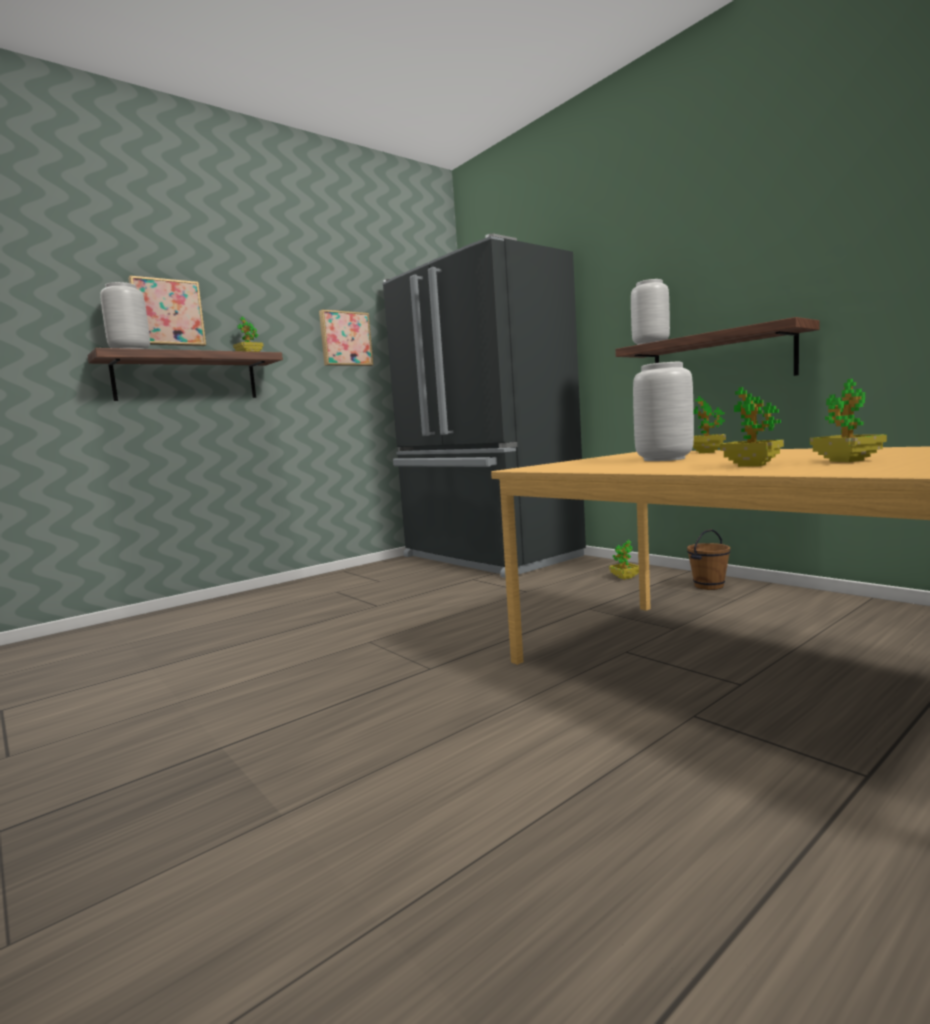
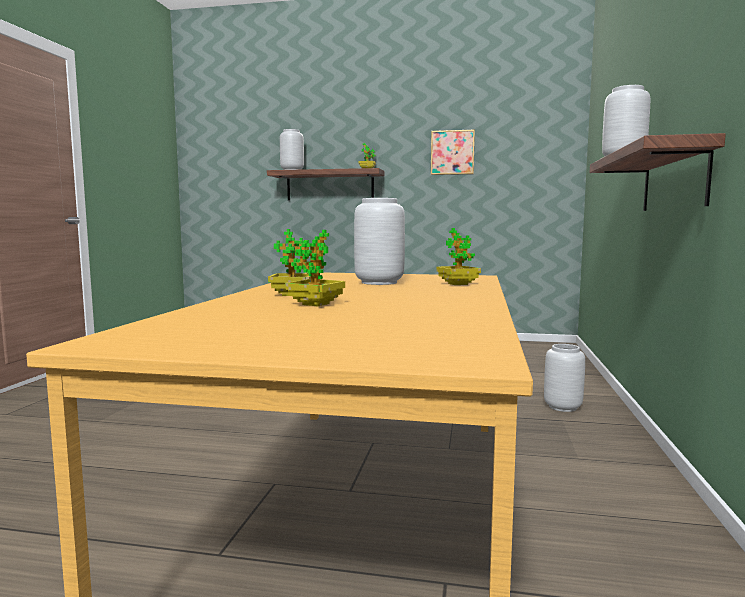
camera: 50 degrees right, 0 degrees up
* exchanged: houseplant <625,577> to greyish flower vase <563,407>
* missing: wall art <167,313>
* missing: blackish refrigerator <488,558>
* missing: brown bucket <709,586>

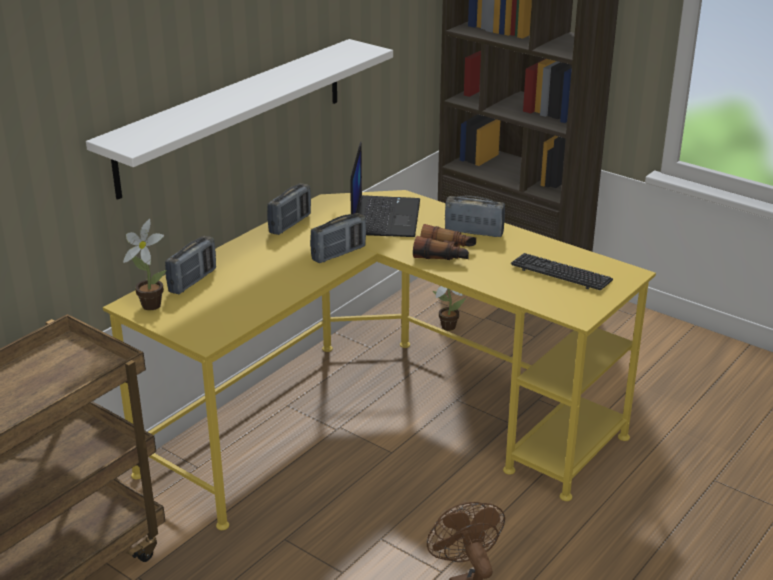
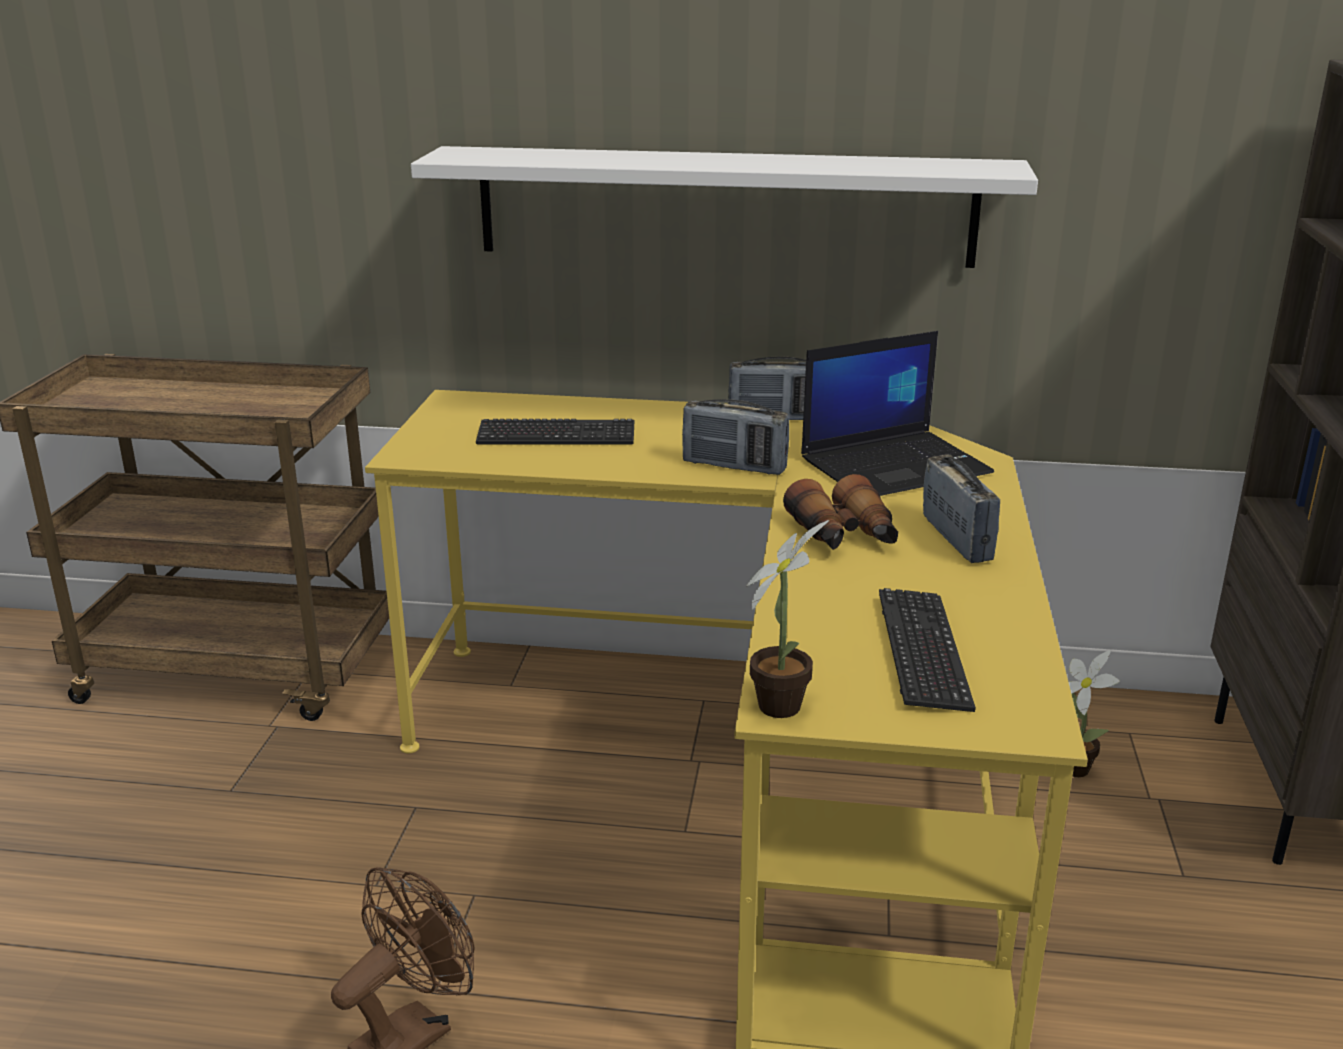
camera: 60 degrees right, 5 degrees down
* appeared: keyboard <556,436>
* relocated: houseplant <150,304> to <782,702>
* missing: radio set <193,281>

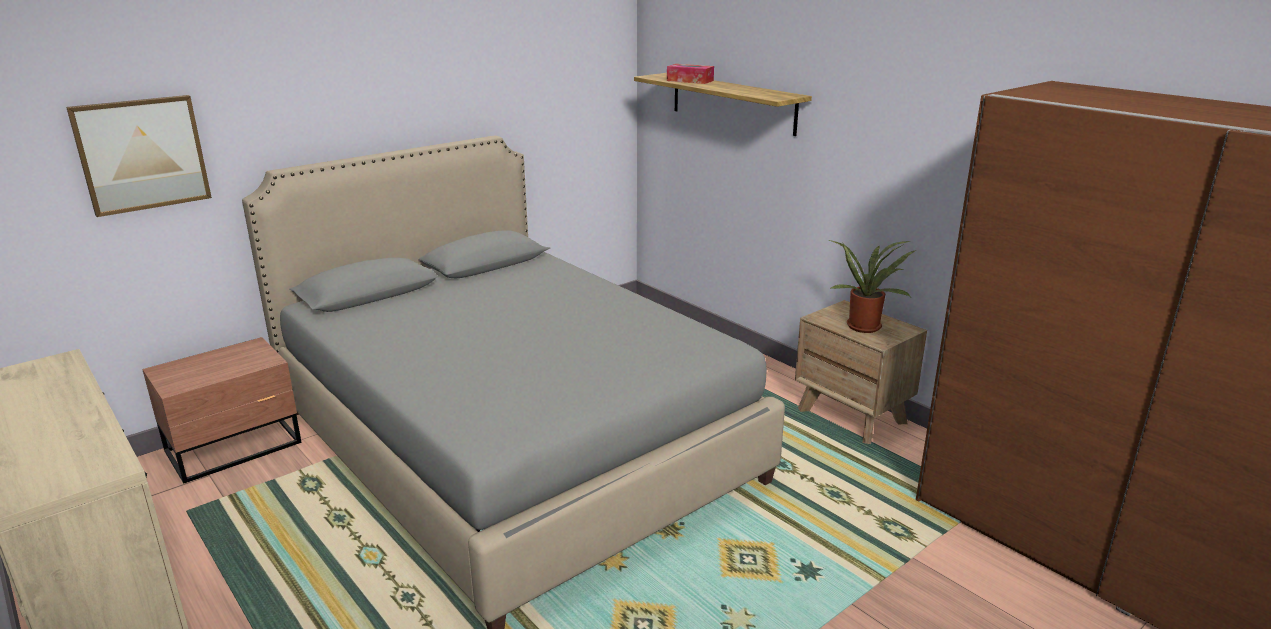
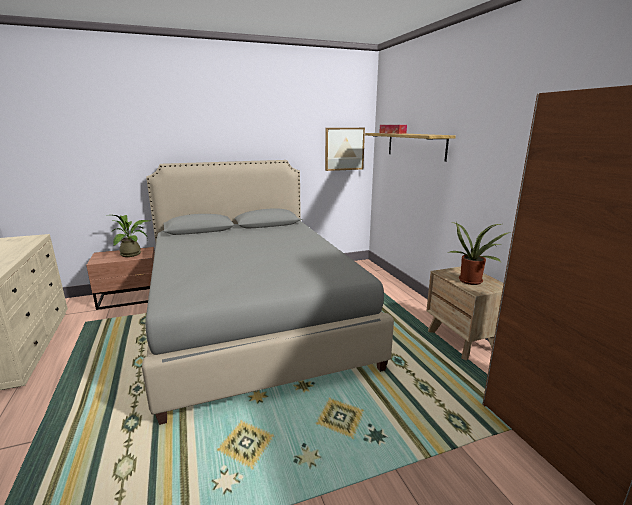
camera: 20 degrees right, 5 degrees down
* appeared: houseplant <133,254>
* relocated: wall art <142,154> to <344,149>

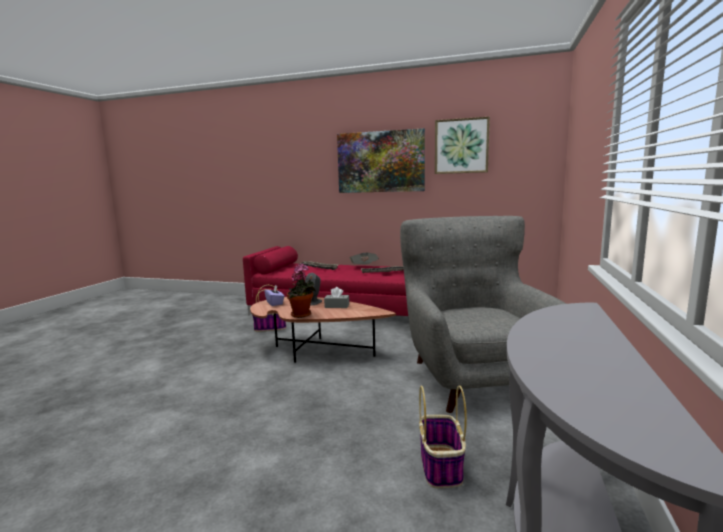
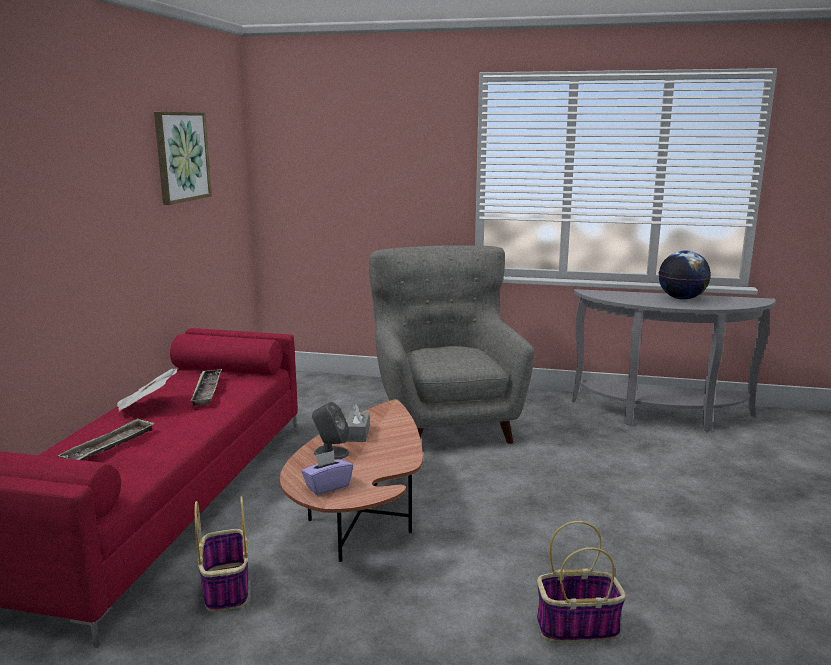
camera: 95 degrees left, 5 degrees up
* spun: greyish armchair <473,377> = <446,421> 90 degrees clockwise
* relocated: basket <441,467> to <578,626>
* appeared: globe <682,298>
* missing: houseplant <302,315>
* missing: wall art <380,162>

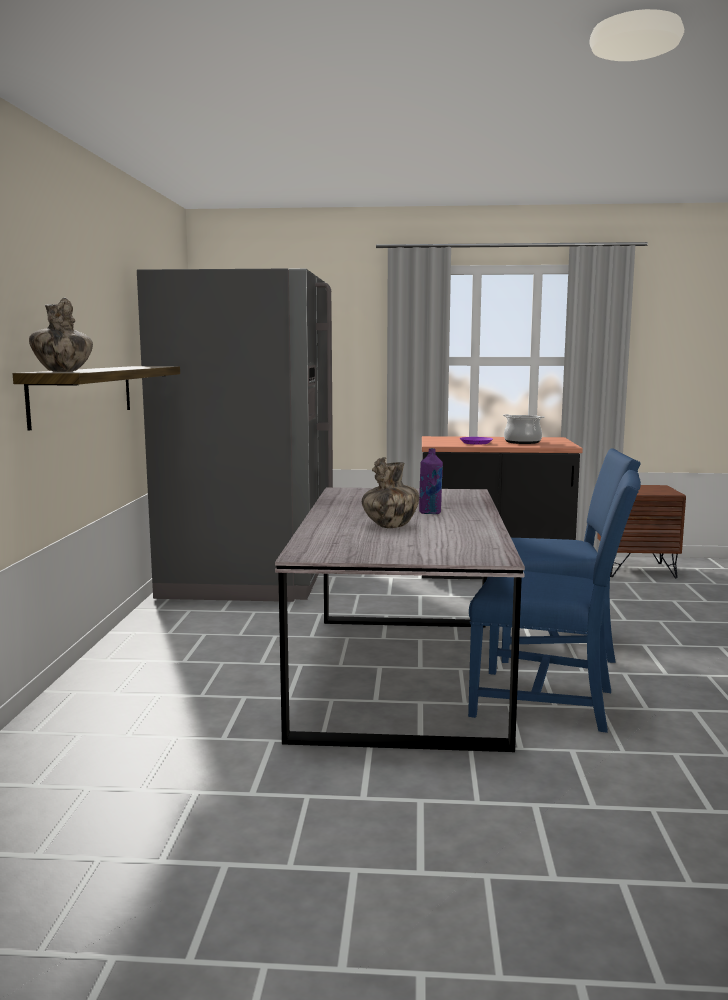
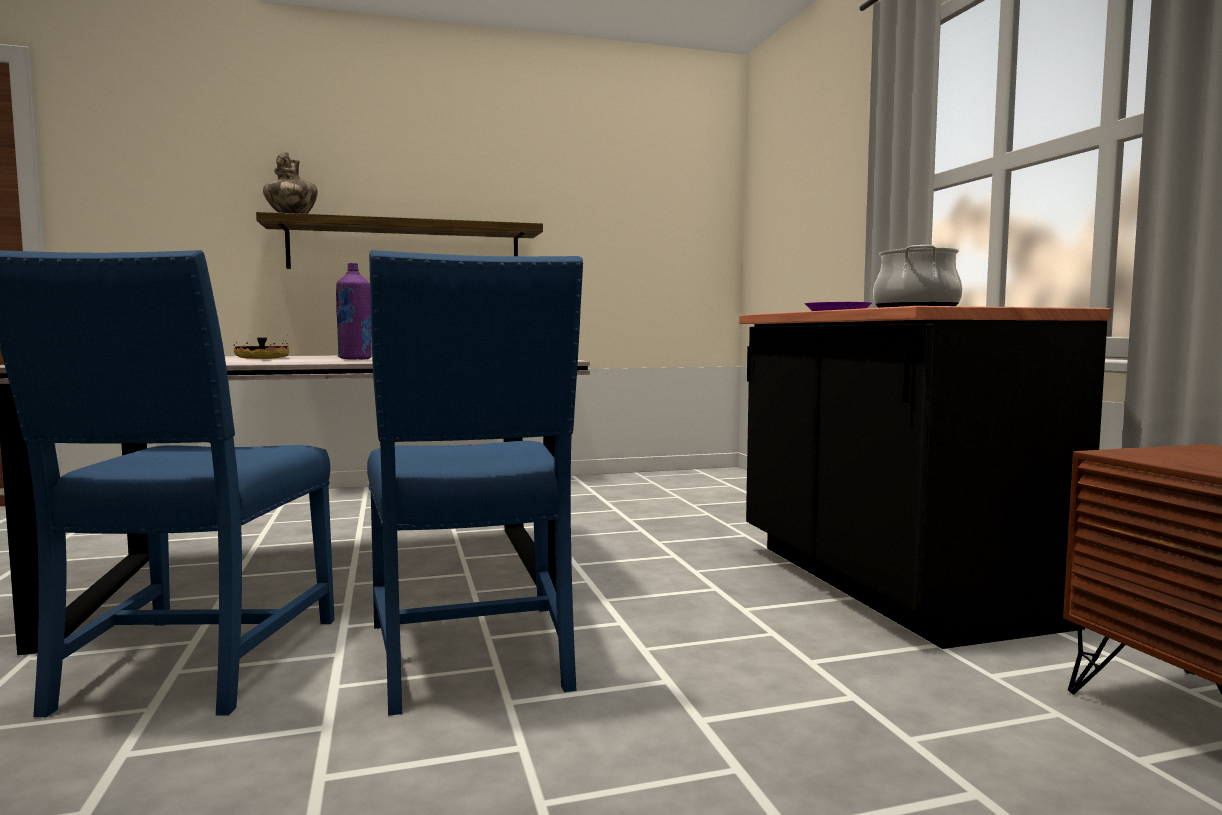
camera: 70 degrees right, 5 degrees down
* exchanged: flower vase <391,526> to frying pan <261,358>
* missing: greyish refrigerator <250,576>

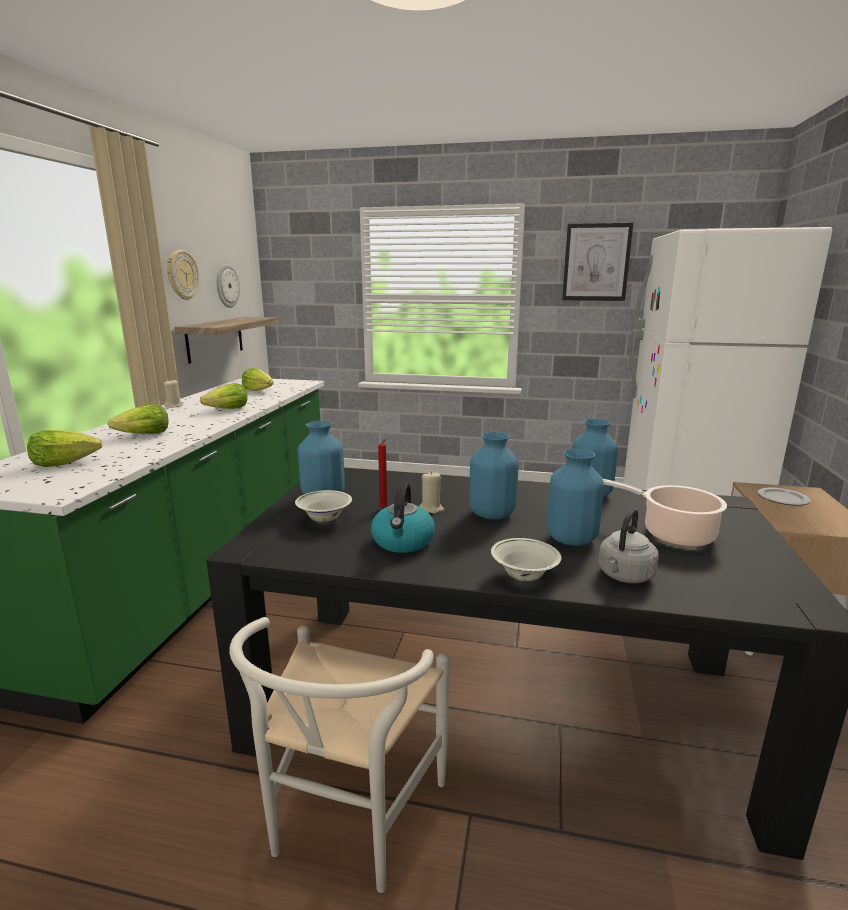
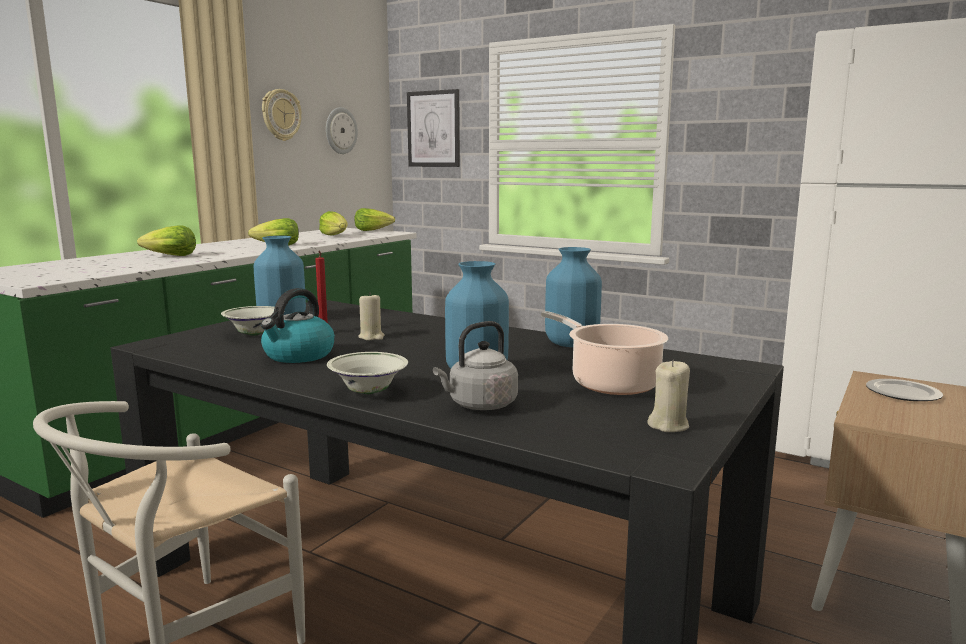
camera: 20 degrees right, 5 degrees down
* relocated: lettuce <65,463> to <373,230>
* relocated: wall art <596,262> to <433,129>
* relocated: sand-coloured wax candle <174,406> to <668,425>
* missing: wall shelf <215,339>
* missing: bluish flower vase <491,514>

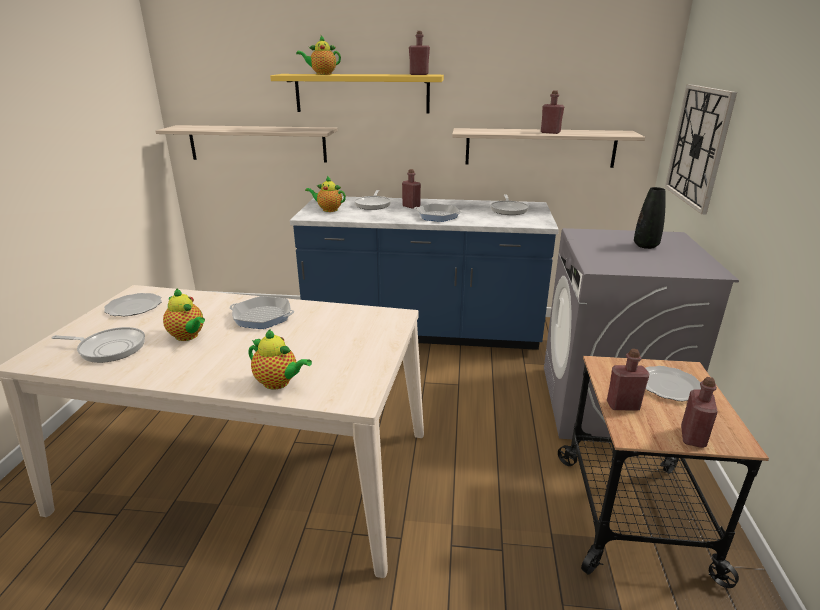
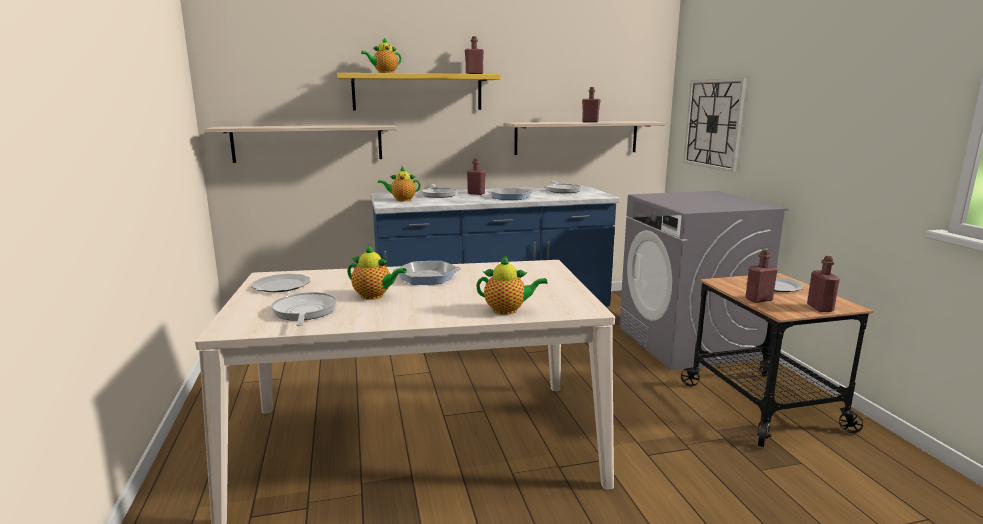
camera: 20 degrees left, 10 degrees down
* spun: frying pan <109,348> = <304,312> 90 degrees counterclockwise
* missing: blackish flower vase <645,246>

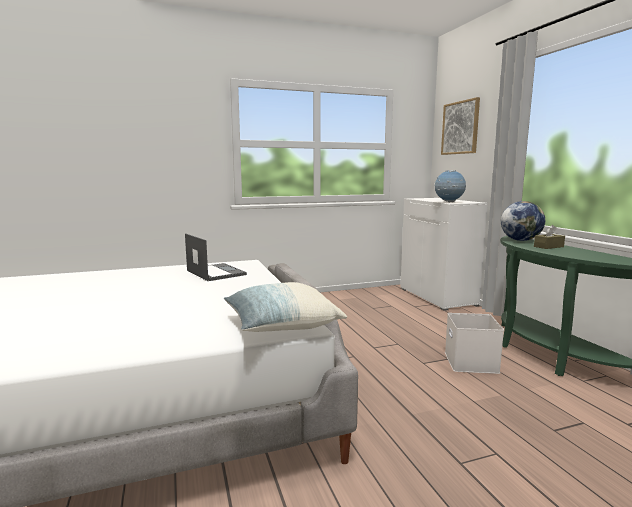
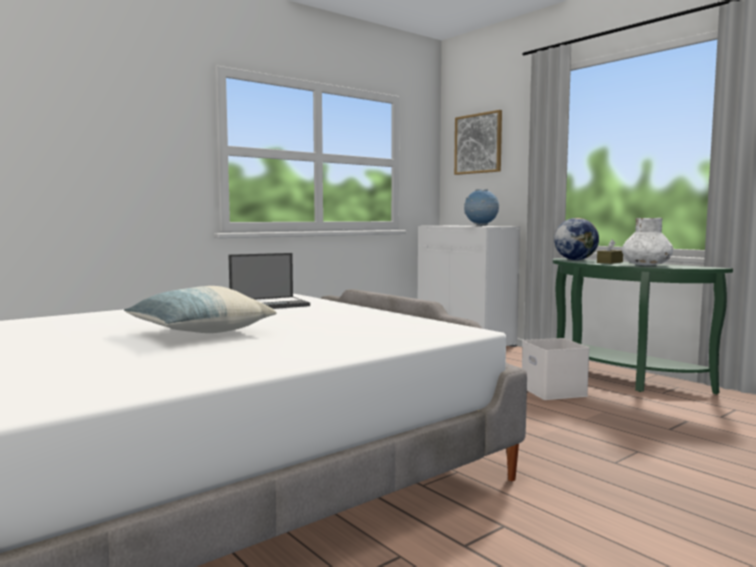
camera: 20 degrees left, 5 degrees down
* relocated: throw pillow <281,325> to <199,333>
* spun: notebook computer <215,272> = <270,304> 120 degrees clockwise
* appeared: whitish flower vase <646,265>

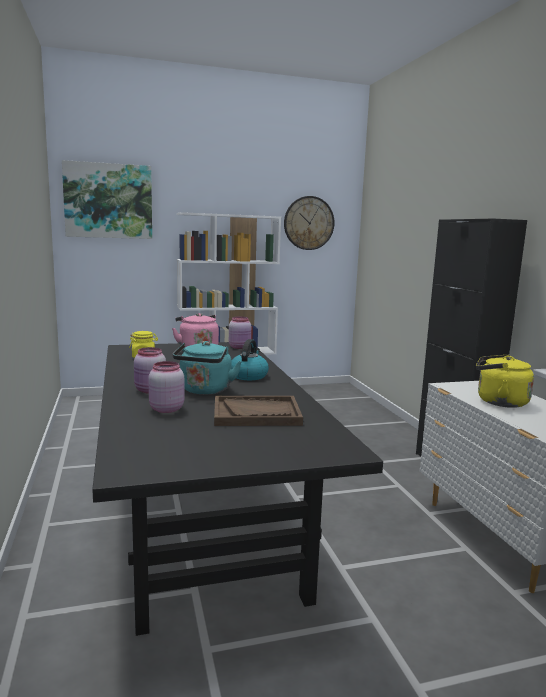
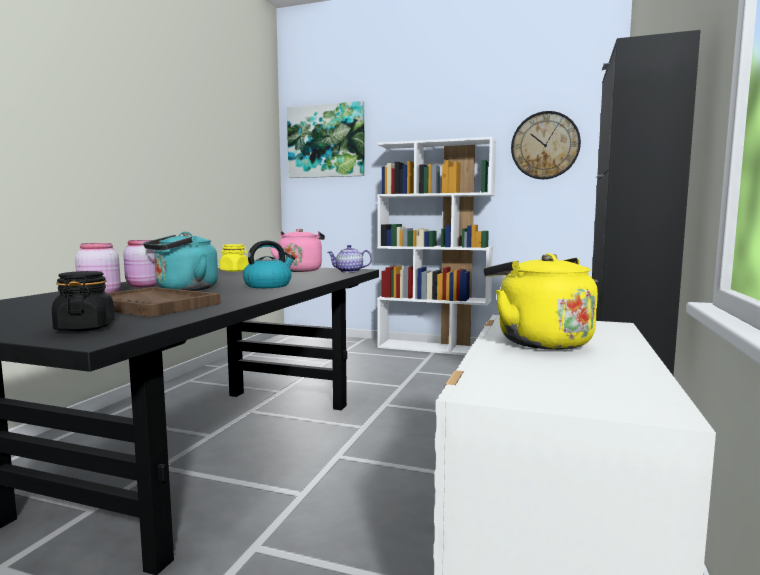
camera: 35 degrees right, 5 degrees down
* appeared: blackish jar <85,328>
* exchanged: pinkish jar <240,347> to pot for tea <349,271>

